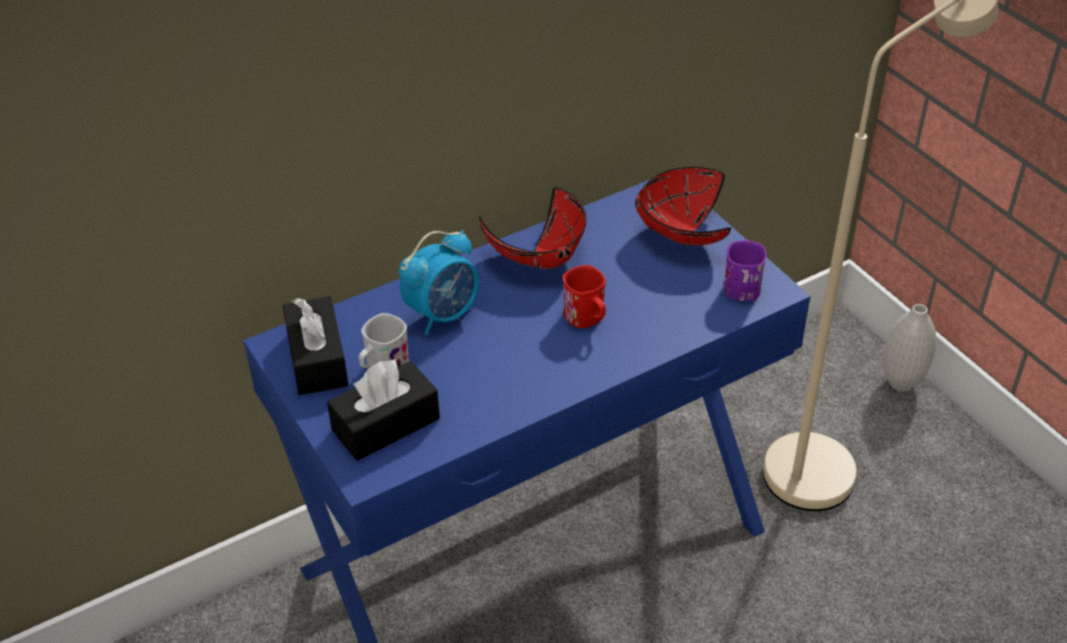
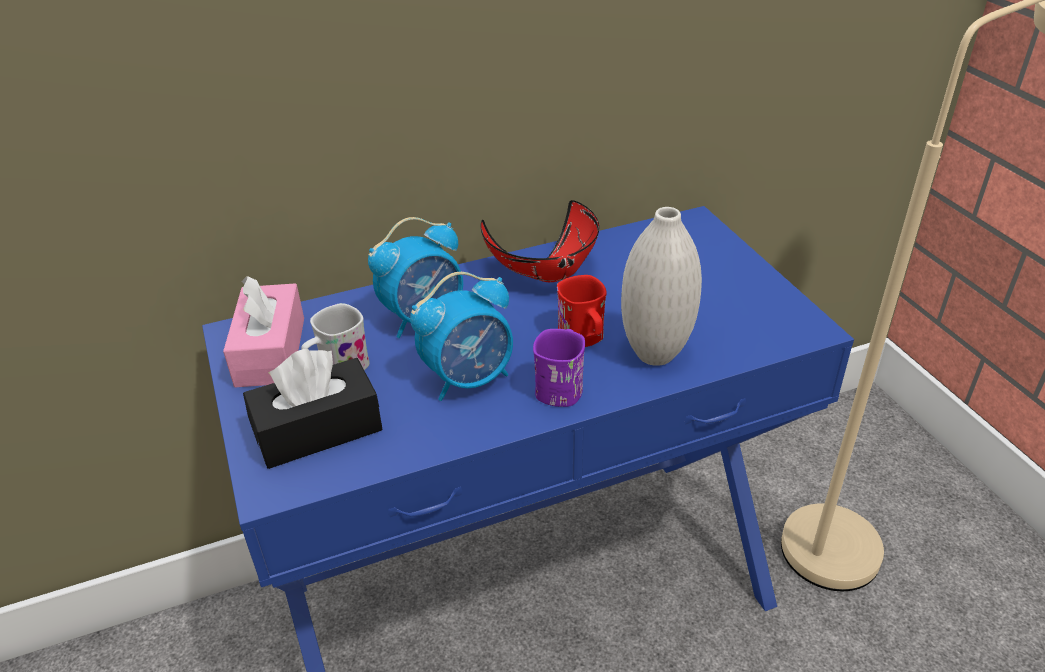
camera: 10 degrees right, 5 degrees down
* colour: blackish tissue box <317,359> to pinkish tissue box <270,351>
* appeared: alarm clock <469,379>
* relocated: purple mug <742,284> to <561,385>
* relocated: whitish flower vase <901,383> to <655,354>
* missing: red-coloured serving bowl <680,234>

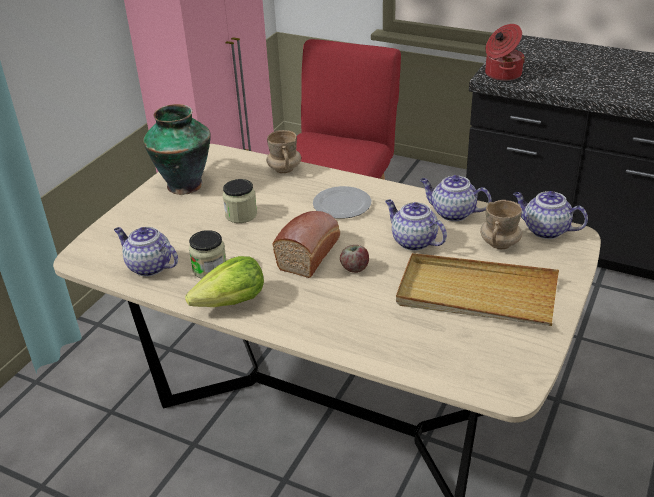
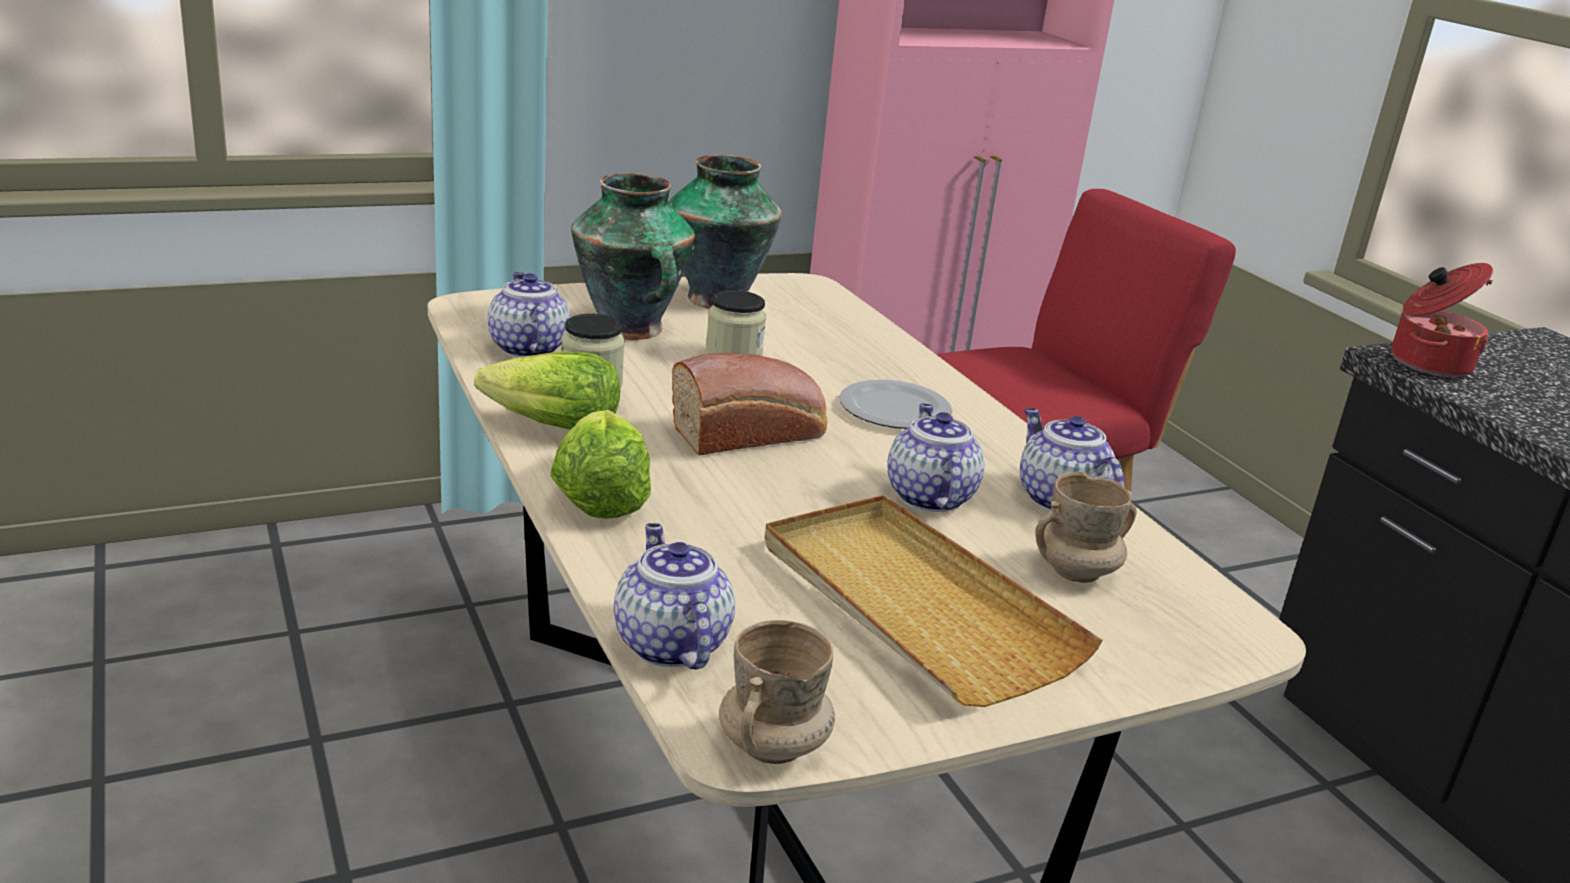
camera: 35 degrees right, 10 degrees down
* appeared: lettuce <600,496>
* appeared: flower vase <630,329>
* relocated: pot for tea <545,230> to <669,643>
* relocated: sand-coloured mug <284,169> to <773,746>
* missing: whole apple <354,268>

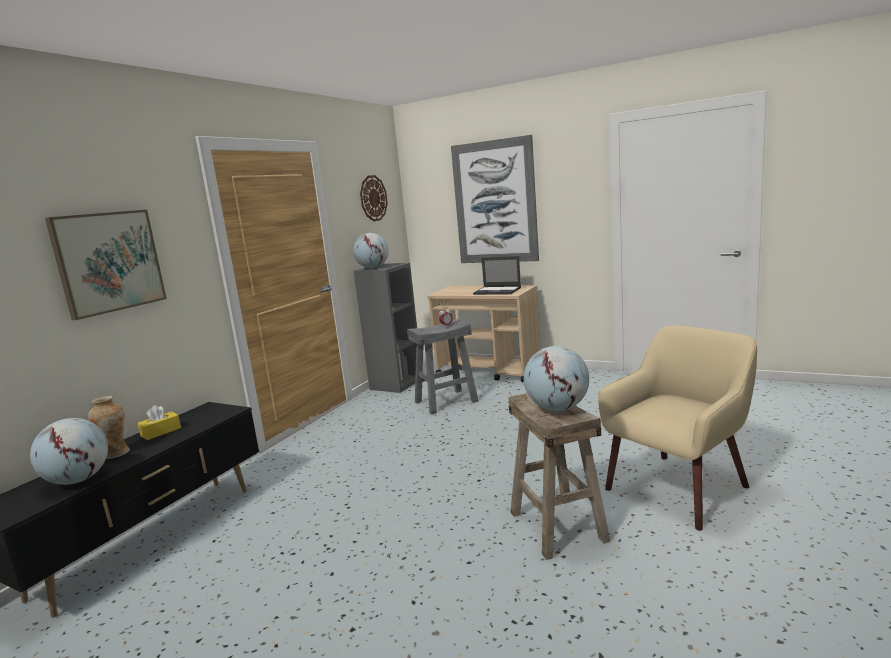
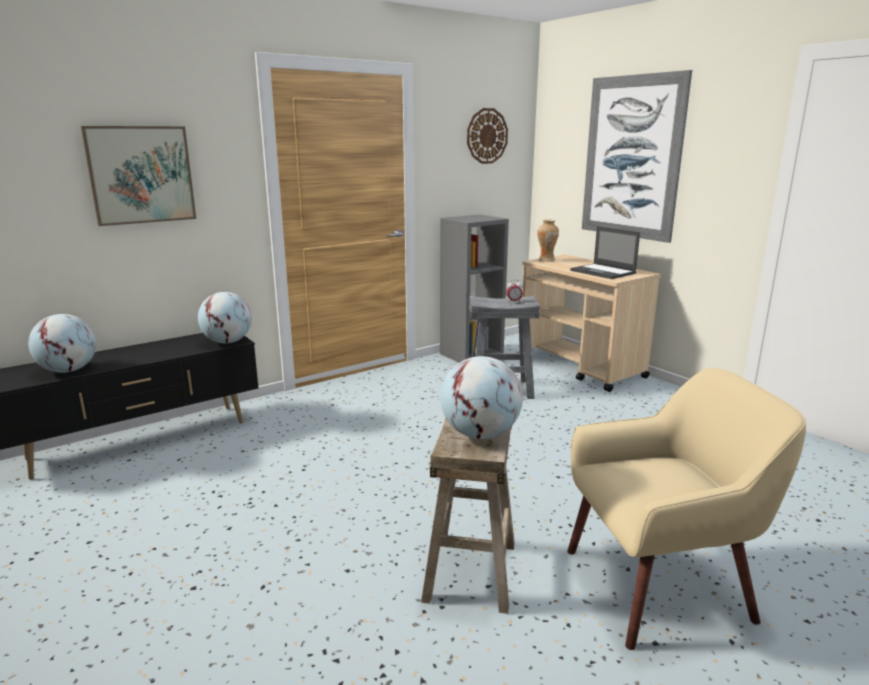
camera: 25 degrees right, 5 degrees up
* relocated: globe <373,268> to <228,342>
* relocated: flower vase <116,453> to <546,260>
* missing: yellow tissue box <161,432>

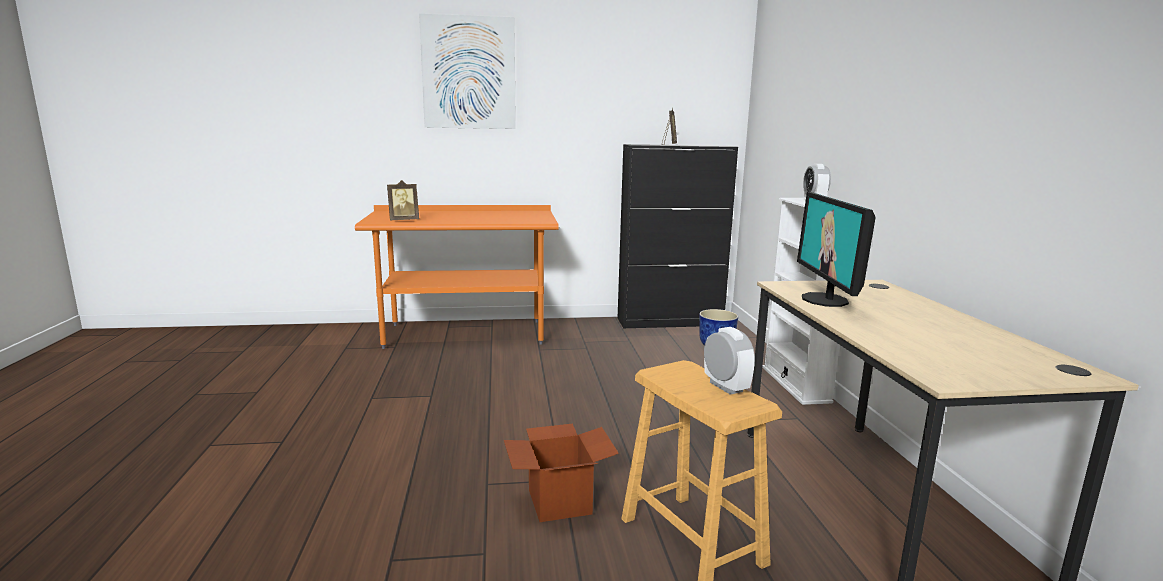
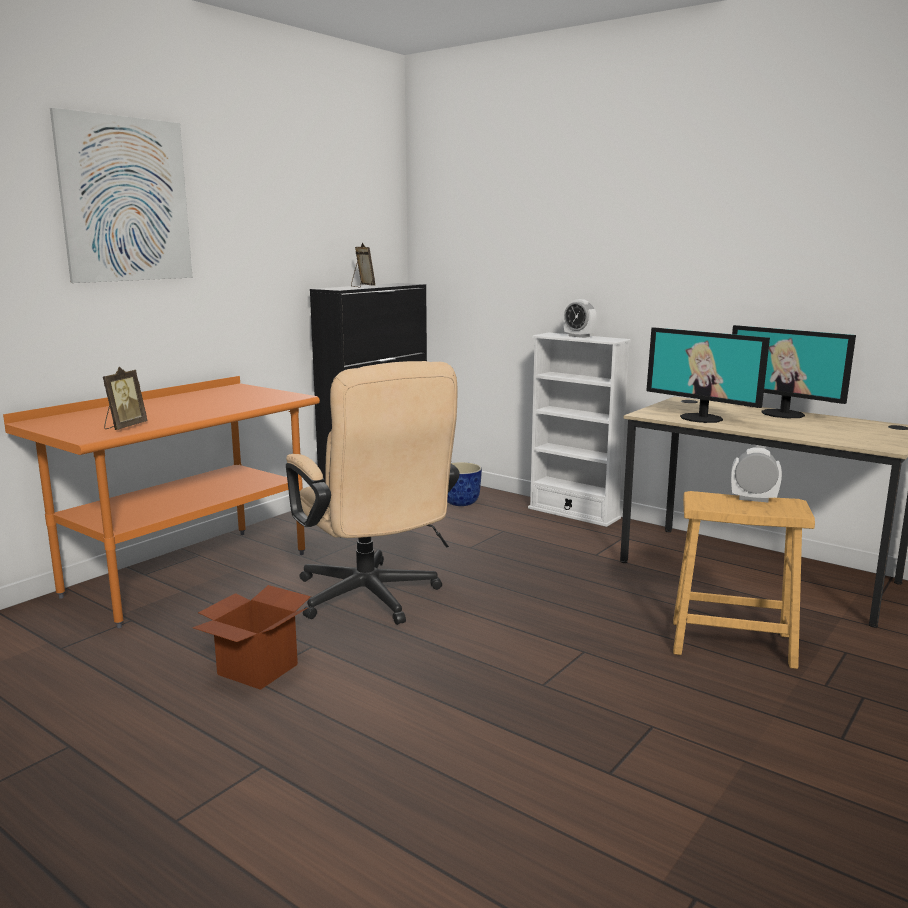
camera: 45 degrees left, 0 degrees up
* relocated: carton <560,502> to <258,669>
* appeared: sand-coloured computer chair <372,600>
* appeared: monitor <783,414>

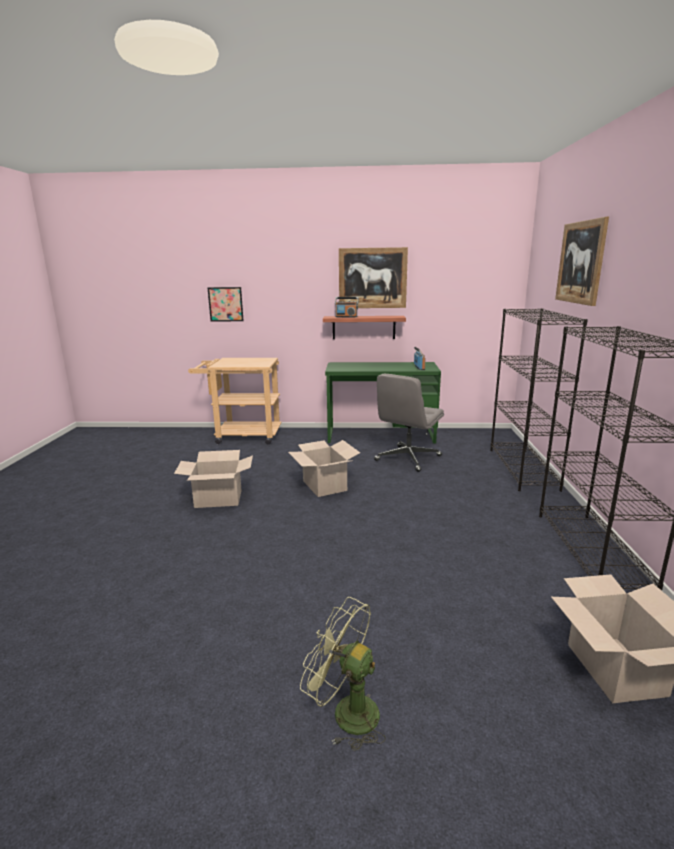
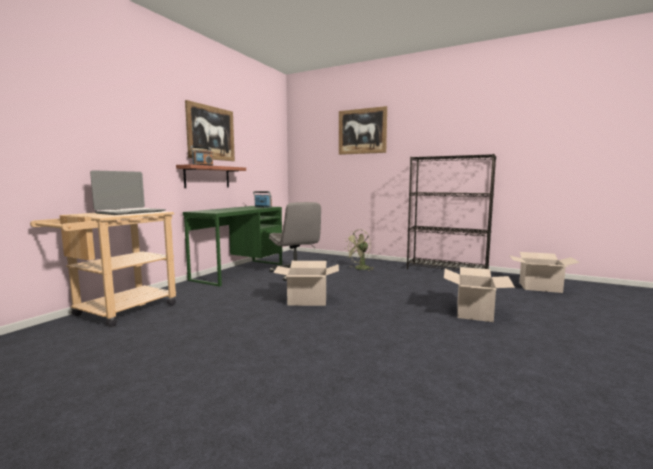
camera: 65 degrees left, 10 degrees down
* appeared: notebook computer <131,212>
* relocated: greenish fan <346,712> to <359,269>
* relocated: carton <218,498> to <473,312>
* missing: wall art <225,304>
* missing: blackish bookshelf <523,469>

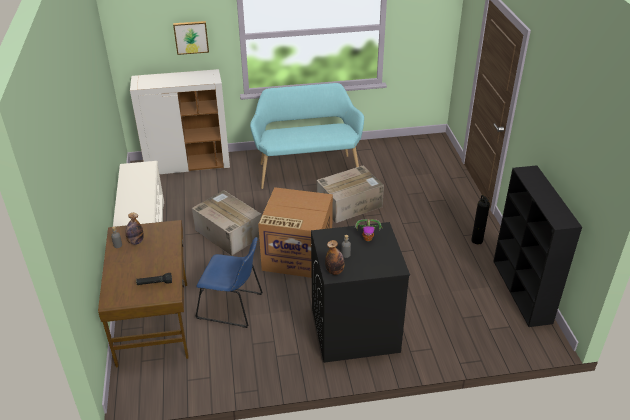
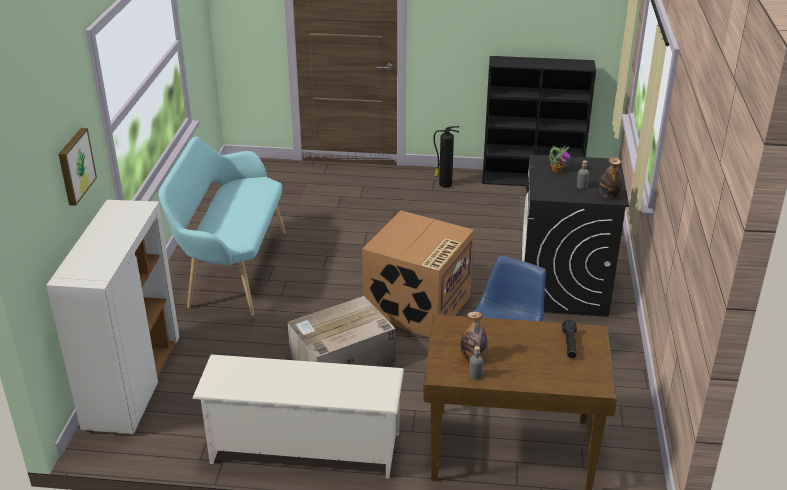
camera: 75 degrees left, 5 degrees down
* missing: carton <350,204>

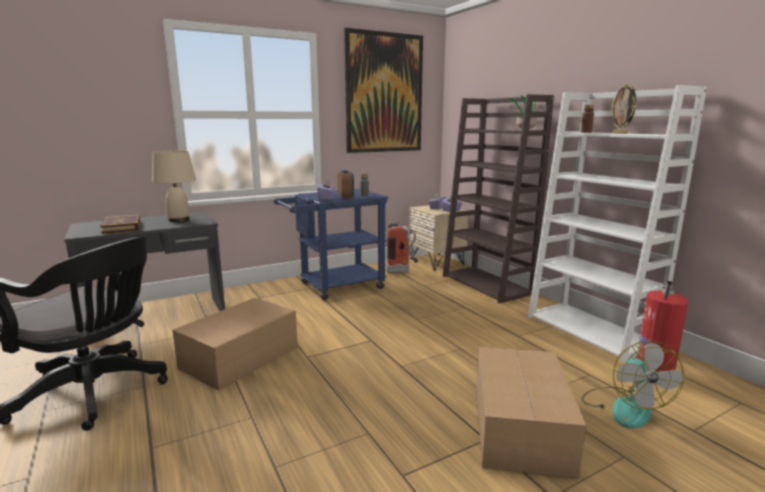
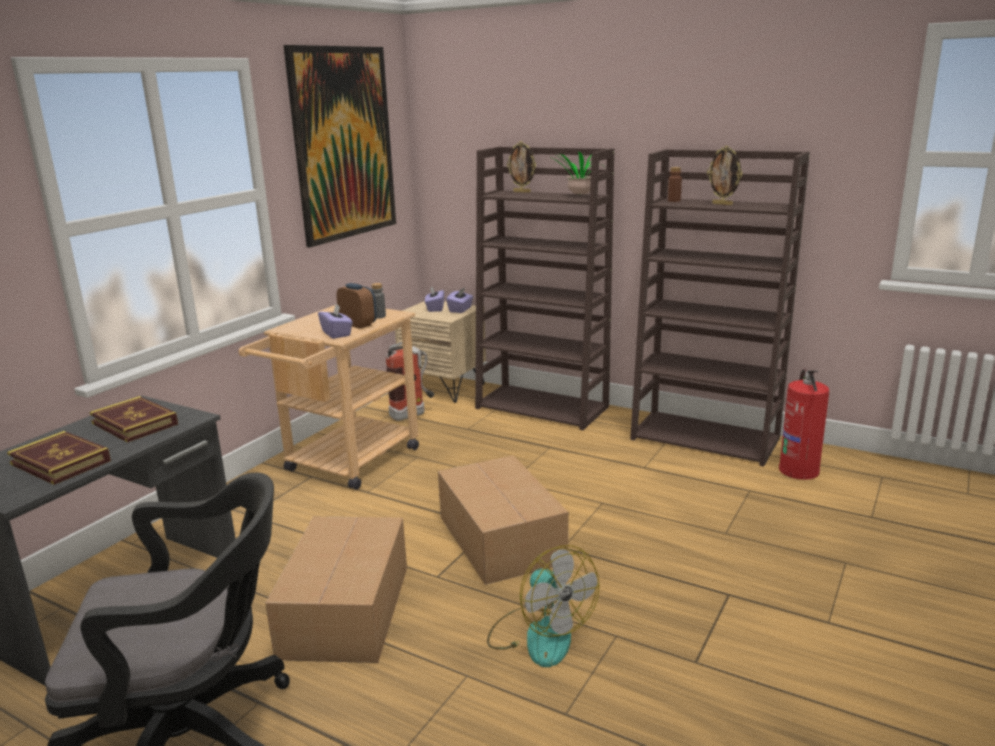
camera: 30 degrees left, 5 degrees up
* exchanged: sand-coloured table lamp <178,220> to volume <134,424>
* colour: bluish wheeled cart <335,286> to sand-coloured wheeled cart <345,464>
* relocated: carton <520,425> to <501,537>
* relocated: fan <624,407> to <539,634>
* appeared: picture frame <522,192>
* colour: whitish bookshelf <591,331> to brown bookshelf <706,438>

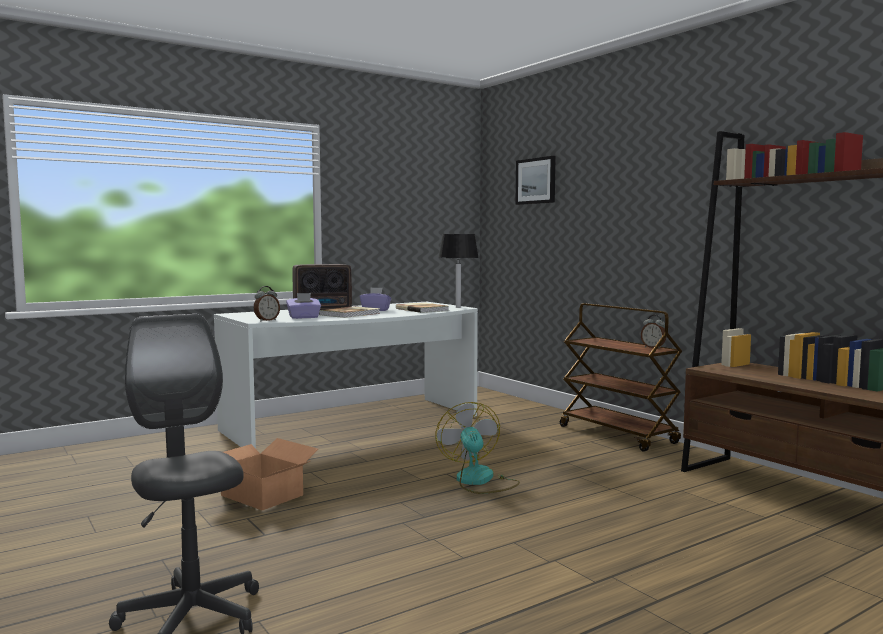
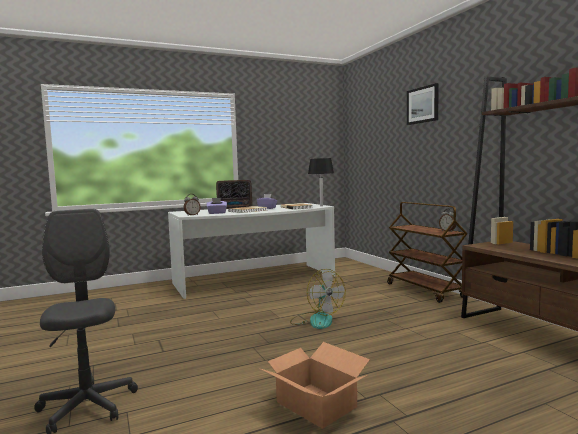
camera: 10 degrees right, 0 degrees up
* relocated: carton <261,496> to <316,405>
* spun: fan <479,481> = <316,320> 150 degrees clockwise
* relocated: wall art <536,181> to <423,105>

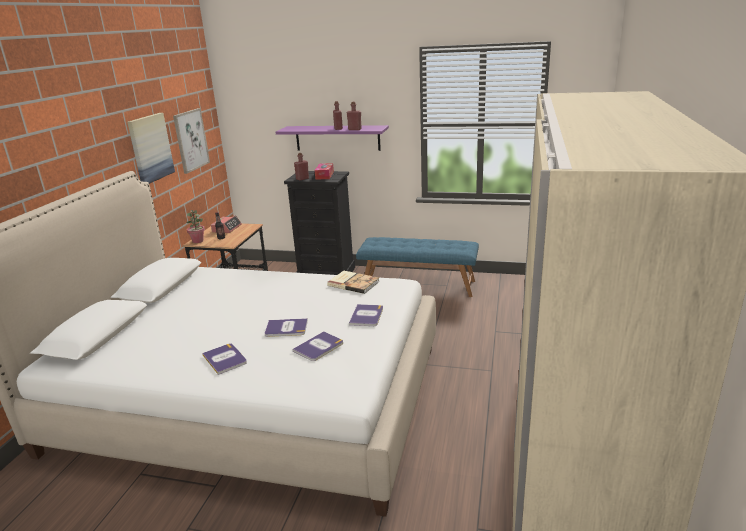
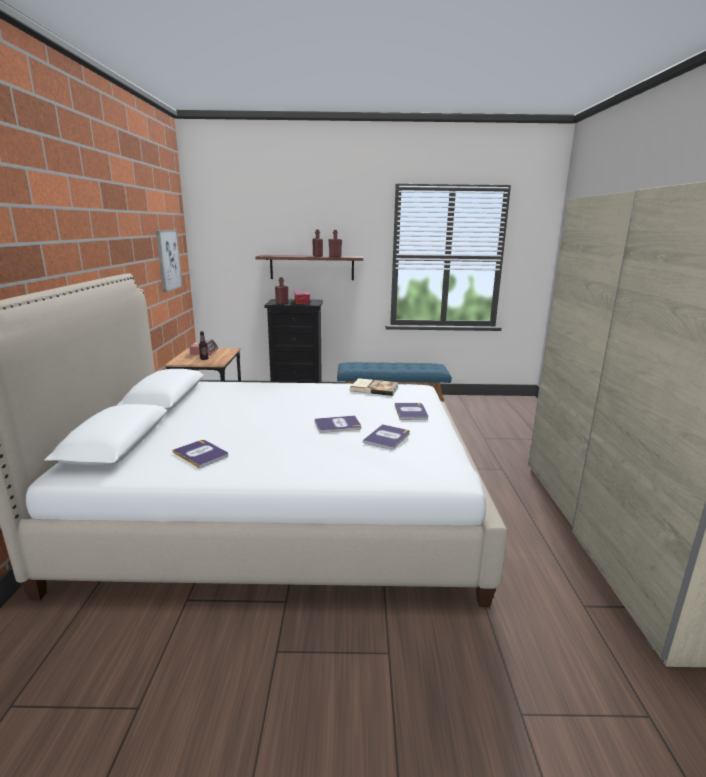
camera: 15 degrees left, 5 degrees down
* relocated: volume <225,359> to <201,454>
* colour: purple wall shelf <337,138> to brown wall shelf <312,267>
* missing: wall art <150,148>
* missing: houseplant <198,241>

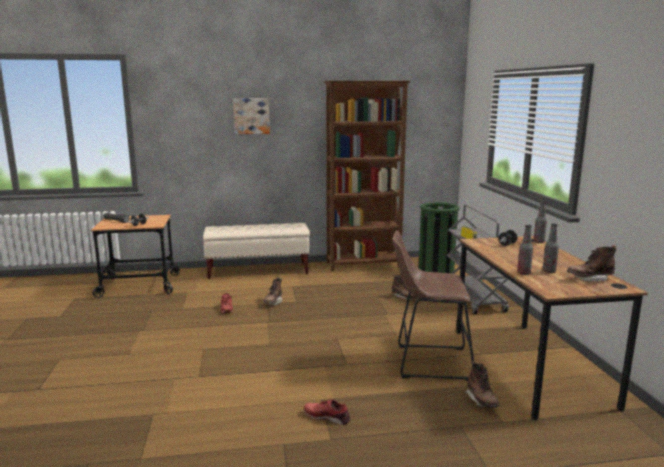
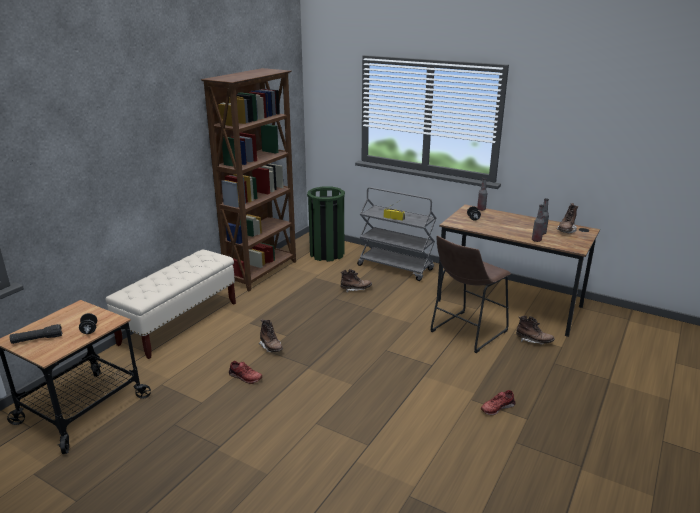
camera: 50 degrees left, 10 degrees up
* missing: wall art <251,116>

